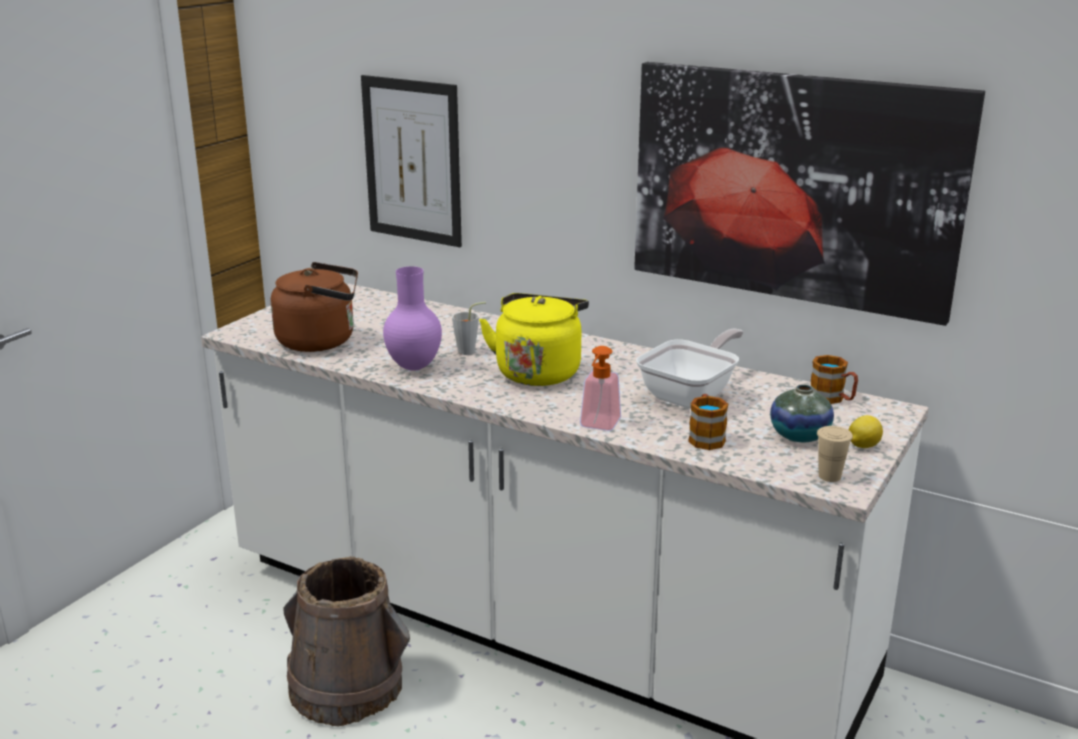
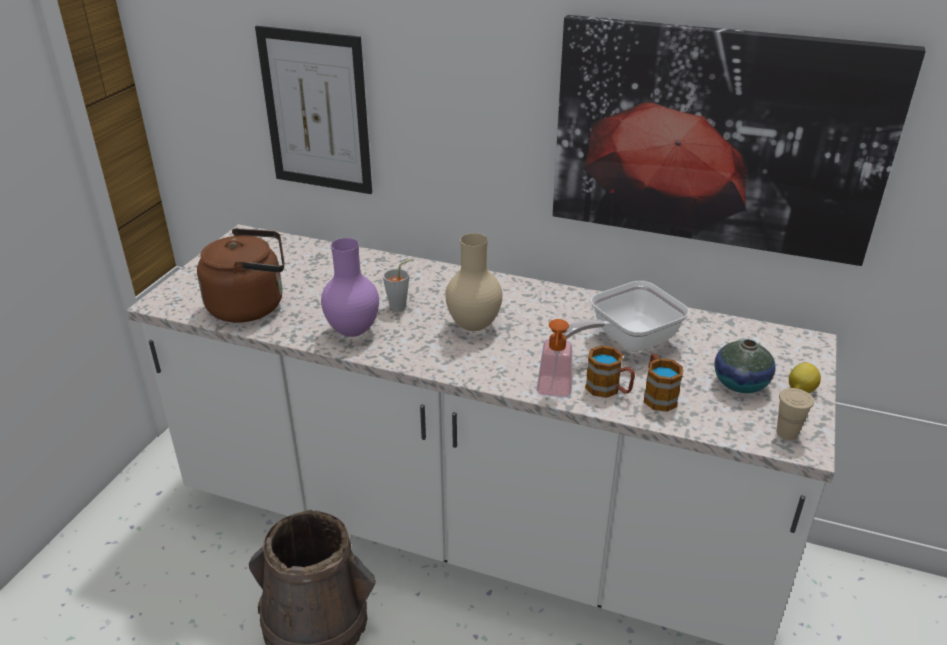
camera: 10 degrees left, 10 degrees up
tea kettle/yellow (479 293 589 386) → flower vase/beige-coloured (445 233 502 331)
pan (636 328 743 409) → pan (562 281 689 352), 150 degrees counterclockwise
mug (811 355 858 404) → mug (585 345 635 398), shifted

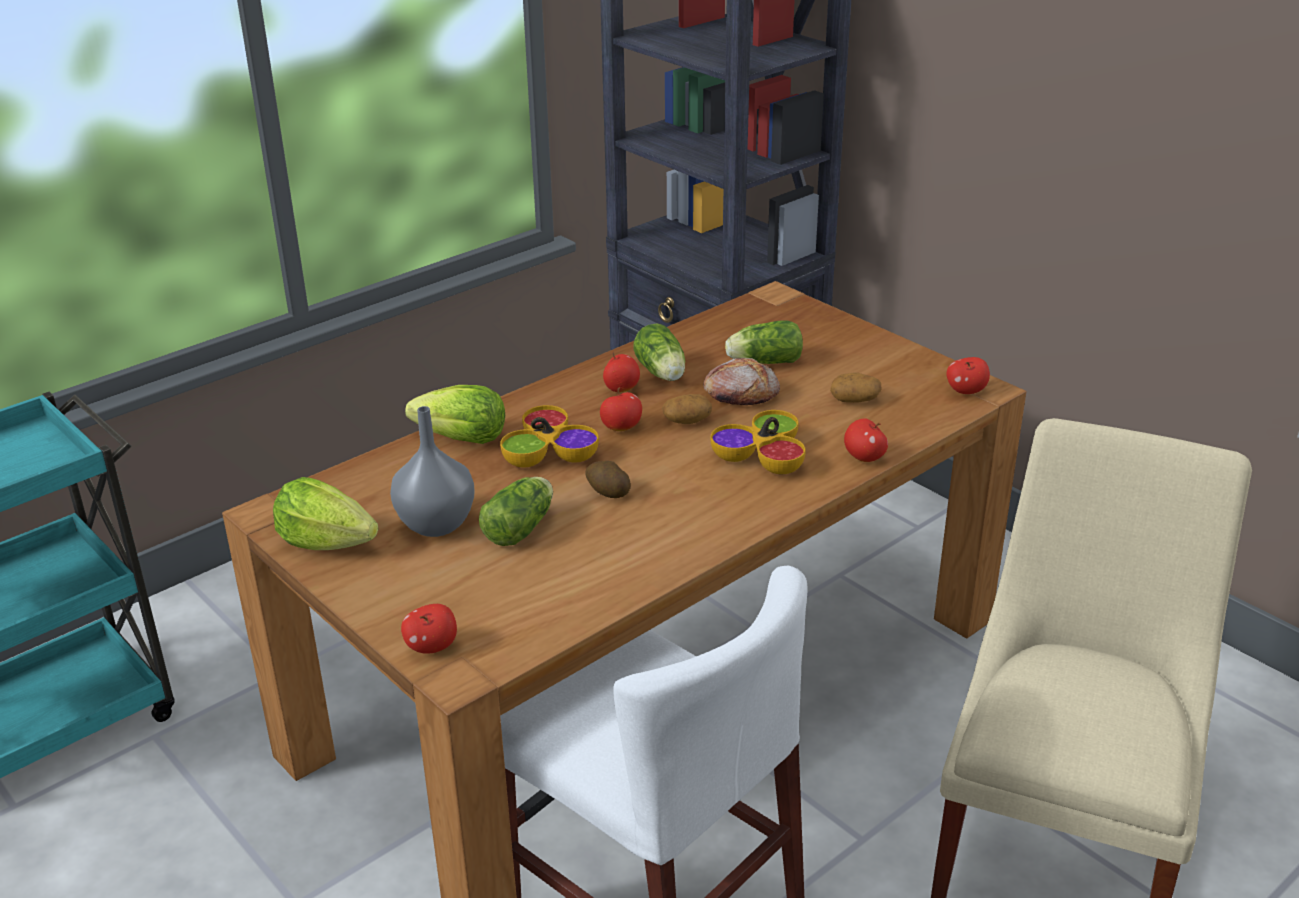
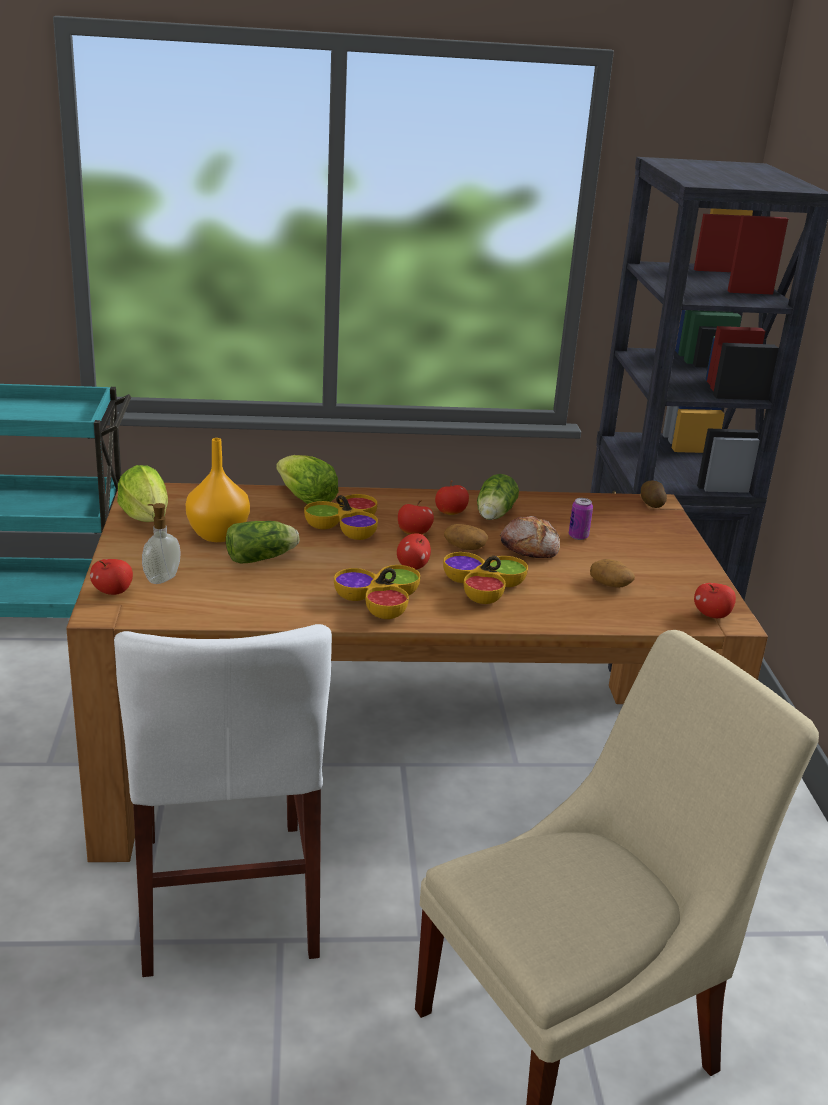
camera: 35 degrees right, 5 degrees down
- → soap bottle (142 503 181 584)
flower vase/greyish (390 406 475 537) → flower vase/orangey (186 438 250 542)
- → deep dish (334 565 420 619)
apple (844 418 888 462) → apple (397 533 431 569), shifted
head of lettuce (725 320 803 364) → metal can (569 498 593 540)
potato (585 461 631 498) → potato (641 480 667 508), shifted

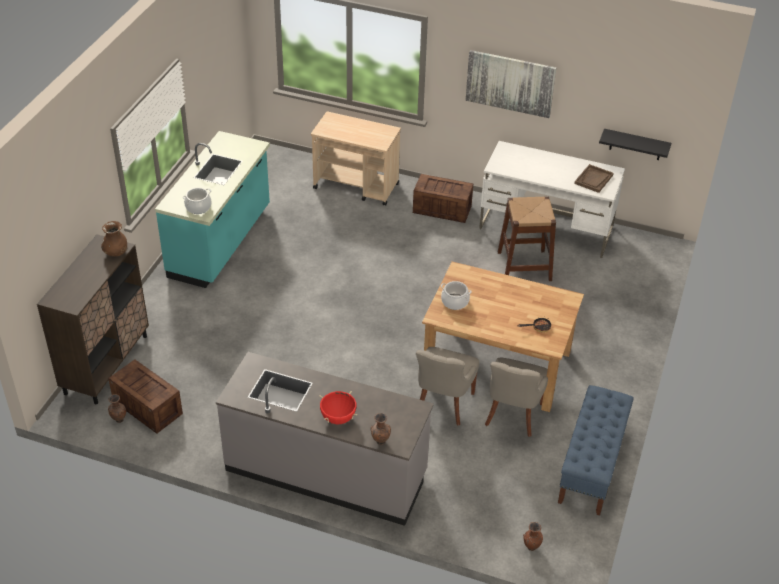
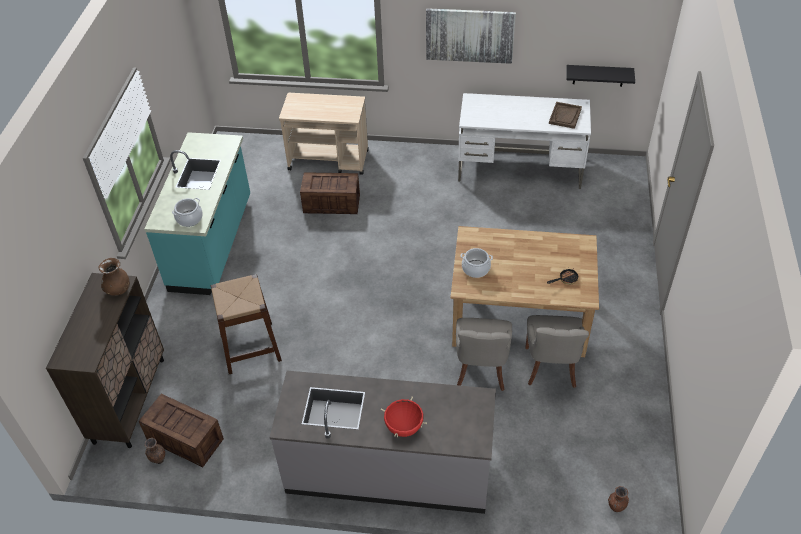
camera: 10 degrees left, 5 degrees up
stool seat/brown-coloured (498 197 556 281) → stool seat/brown-coloured (211 274 282 374), shifted
packing crate (413 174 473 223) → packing crate (300 172 360 214), shifted
flower vase/brown-coloured (371 413 391 445) → -
long seat/blue-coloured (558 385 634 515) → -

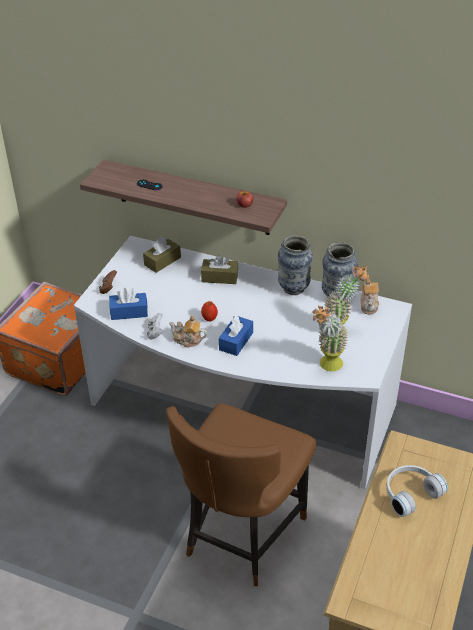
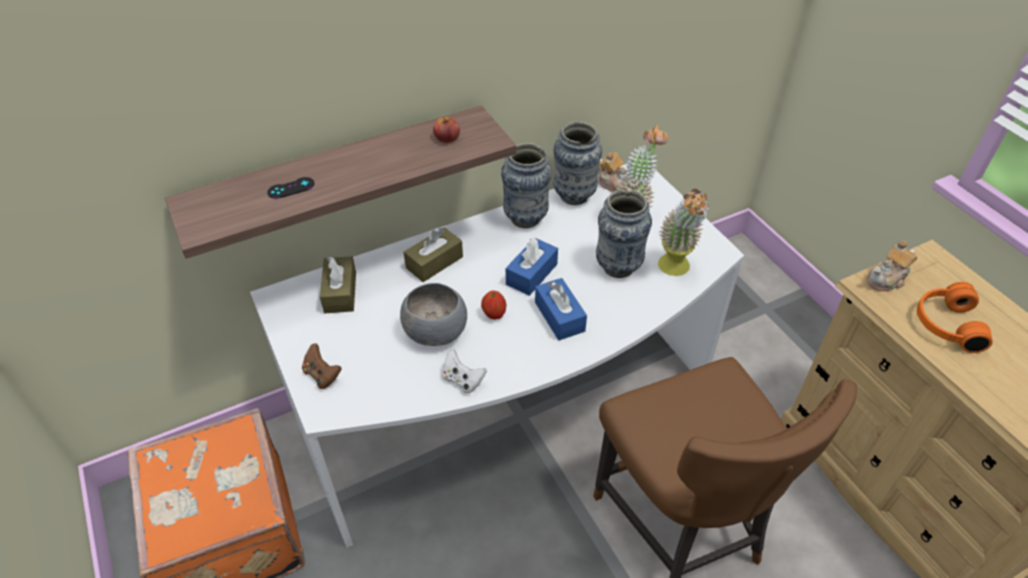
camera: 50 degrees left, 5 degrees up
- → deep dish/greyish (400 283 467 346)
tissue box/blue-coloured (109 287 148 320) → tissue box/blue-coloured (506 237 558 296), shifted
- → flower vase (596 190 652 278)
pot for tea (169 316 207 348) → pot for tea (866 240 918 291), shifted
headphones/whitish (386 465 448 517) → headphones/orangey (917 282 993 353)

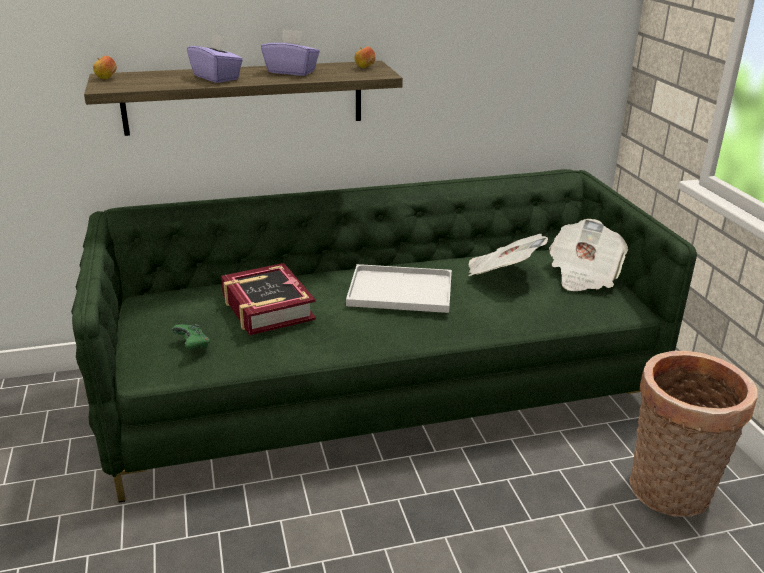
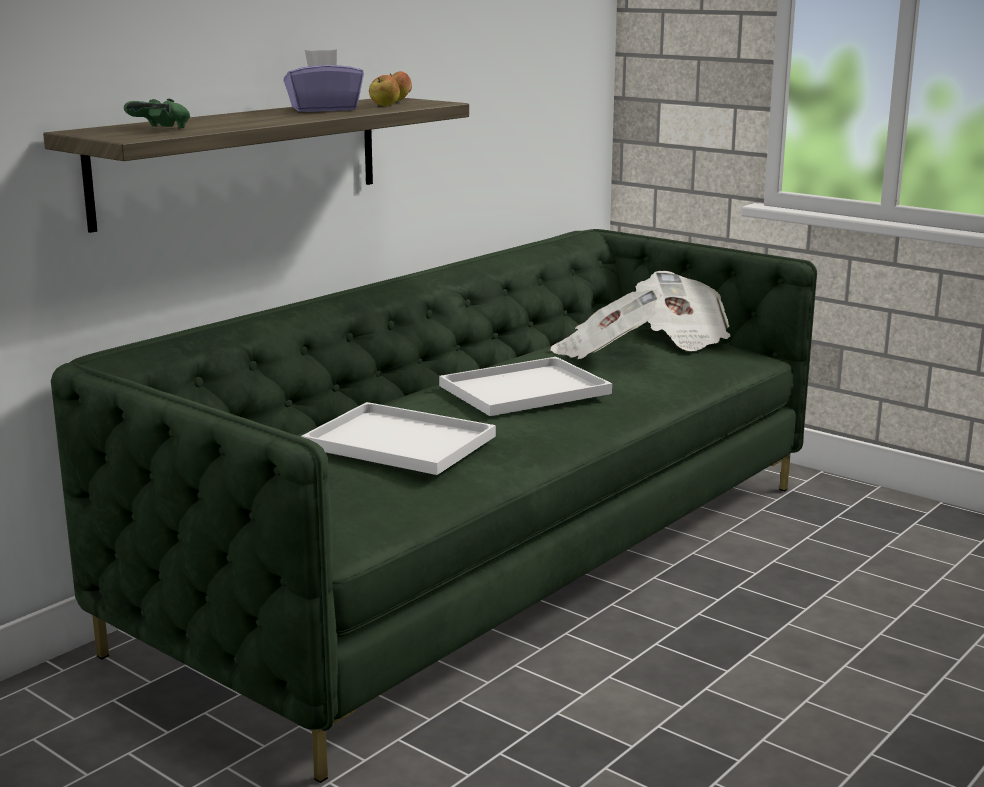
camera: 35 degrees left, 10 degrees down
gamepad/green-coloured (172 324 210 349) → gamepad/green-coloured (124 98 190 128), shifted
volume (221 263 316 335) → carrying tray/whitish (301 402 496 475)
apple (93 56 117 79) → apple (369 75 400 106), shifted
tissue box/purple-coloured (187 34 243 83) → -
basket (629 351 758 517) → -

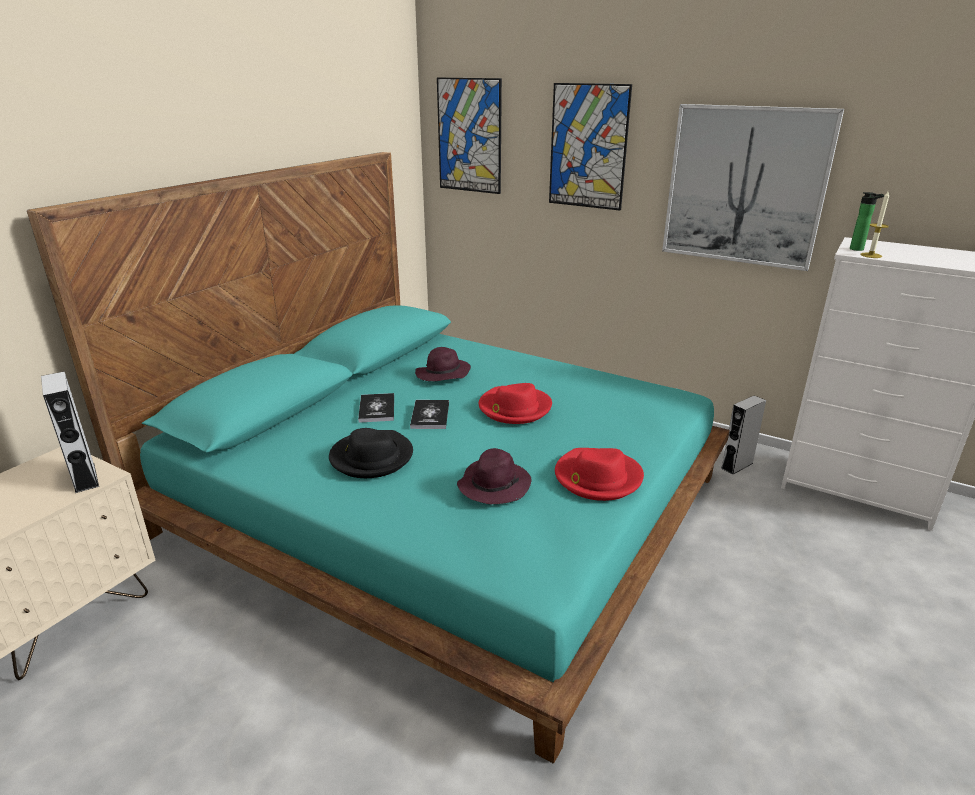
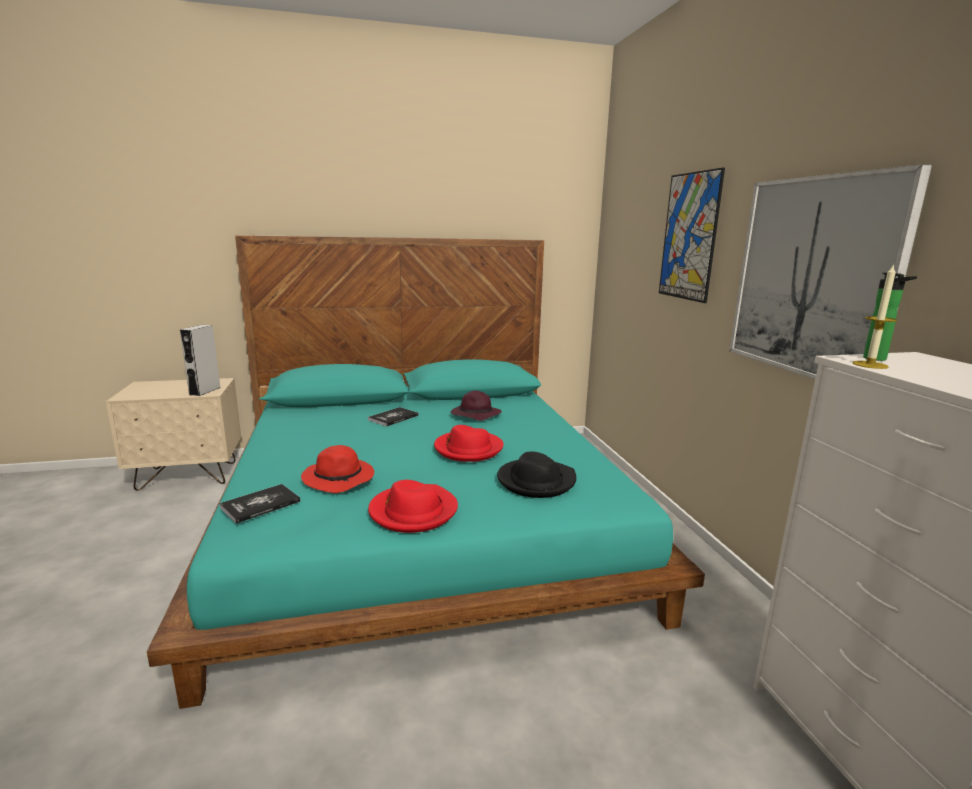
camera: 45 degrees right, 10 degrees down
volume (410 400 449 429) → volume (219 484 300 524), shifted
wearable hat/purple-coloured (457 448 531 504) → wearable hat/red (301 445 374 493)
wearable hat/black (329 428 413 478) → wearable hat/black (497 452 576 498), shifted
picture (437 77 502 194) → -
loudspeaker/greyish (721 395 766 475) → -

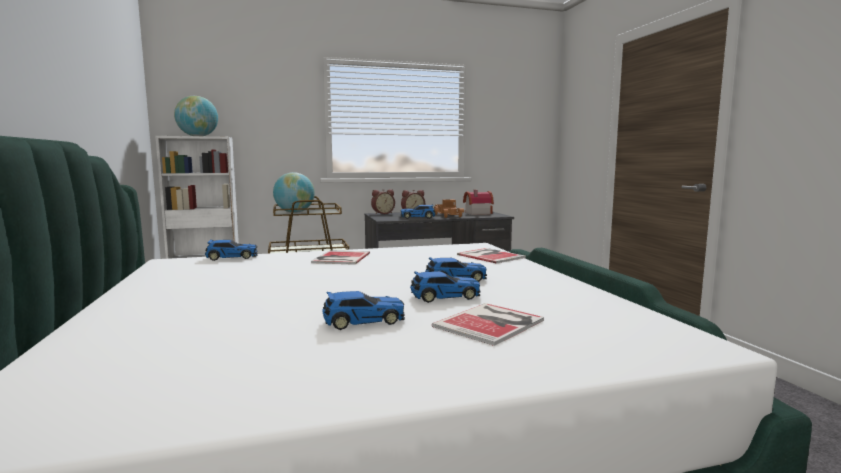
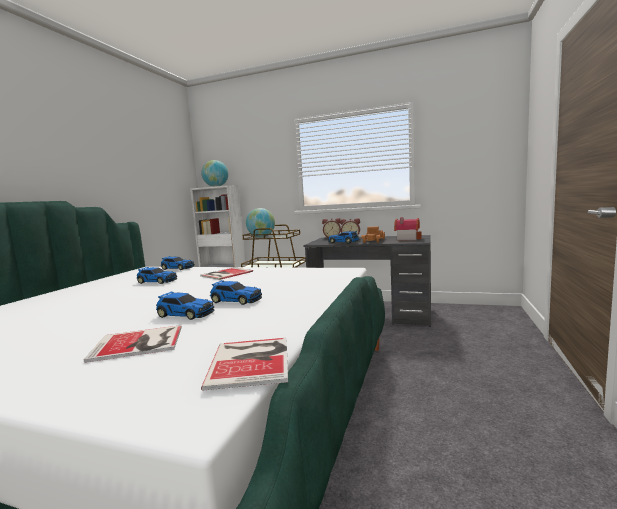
camera: 35 degrees right, 0 degrees up
miniature car (322 291 405 330) → miniature car (136 267 177 284), shifted
volume (457 248 526 264) → volume (201 338 288 390), shifted

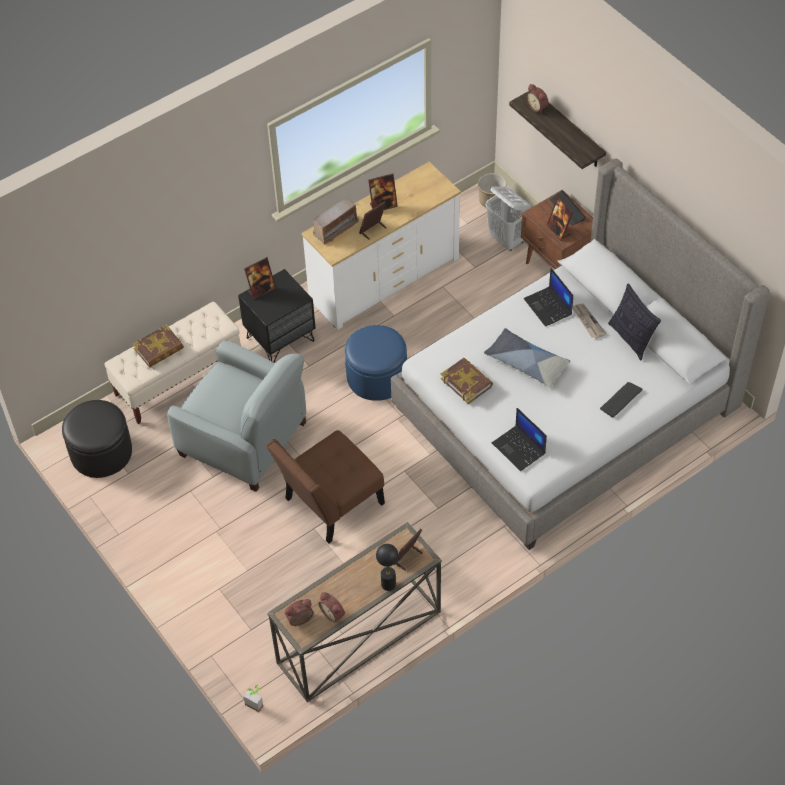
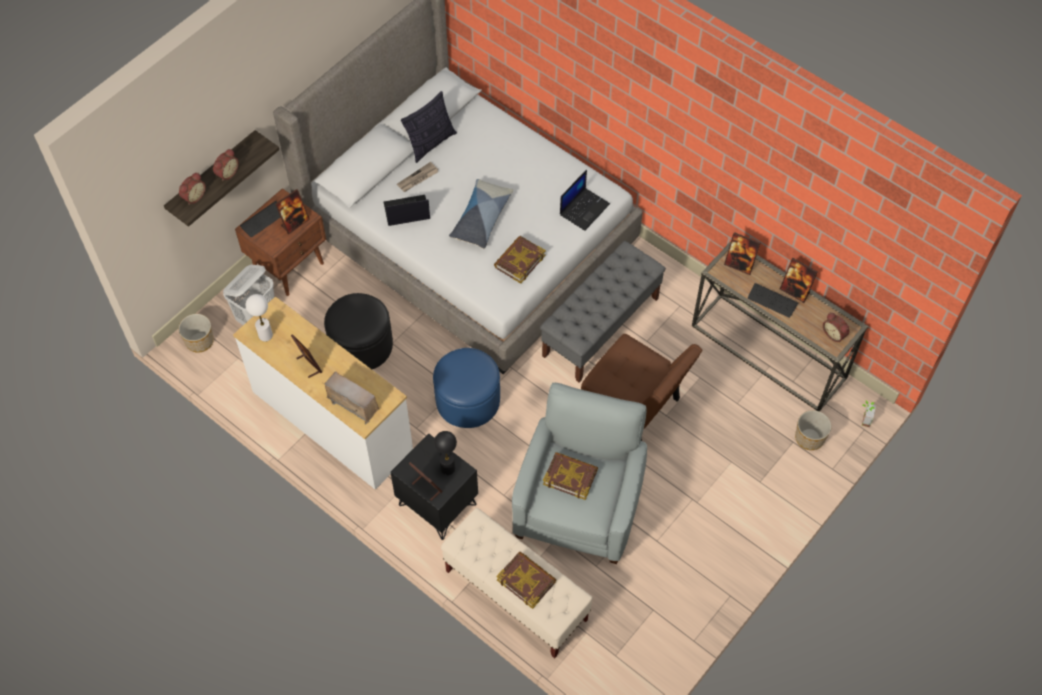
camera: 105 degrees left, 5 degrees up
table clock (318 592 345 623) → table clock (213 149 239 181), shifted
- → lamp for a table/whitish (246 294 273 342)
footrest/black (62 400 132 478) → footrest/black (324 293 393 369), shifted
laptop (524 268 573 327) → laptop (384 195 430 226), 150 degrees counterclockwise
lamp for a table/black (376 544 399 591) → lamp for a table/black (434 431 457 475), shifted
- → long seat/greyish (540 241 666 383)
- → volume (543 452 598 500)
keyboard (600 382 643 418) → keyboard (748 283 798 318), shifted
photo frame (359 201 387 240) → photo frame (780 258 818 303), shifted
- → plant pot (795 410 831 450)

